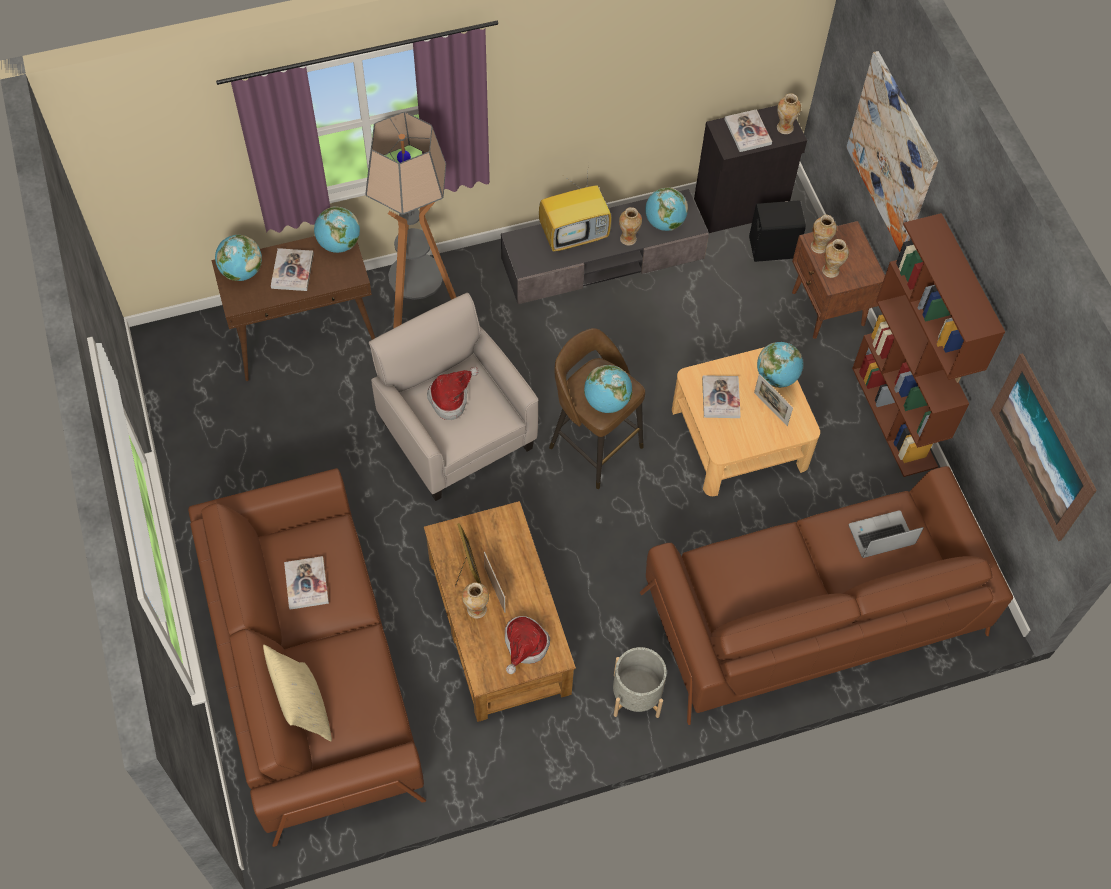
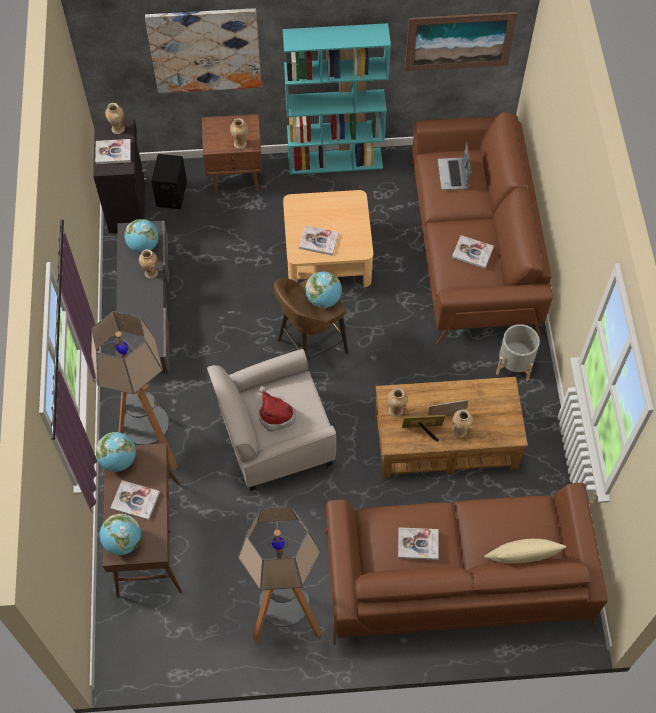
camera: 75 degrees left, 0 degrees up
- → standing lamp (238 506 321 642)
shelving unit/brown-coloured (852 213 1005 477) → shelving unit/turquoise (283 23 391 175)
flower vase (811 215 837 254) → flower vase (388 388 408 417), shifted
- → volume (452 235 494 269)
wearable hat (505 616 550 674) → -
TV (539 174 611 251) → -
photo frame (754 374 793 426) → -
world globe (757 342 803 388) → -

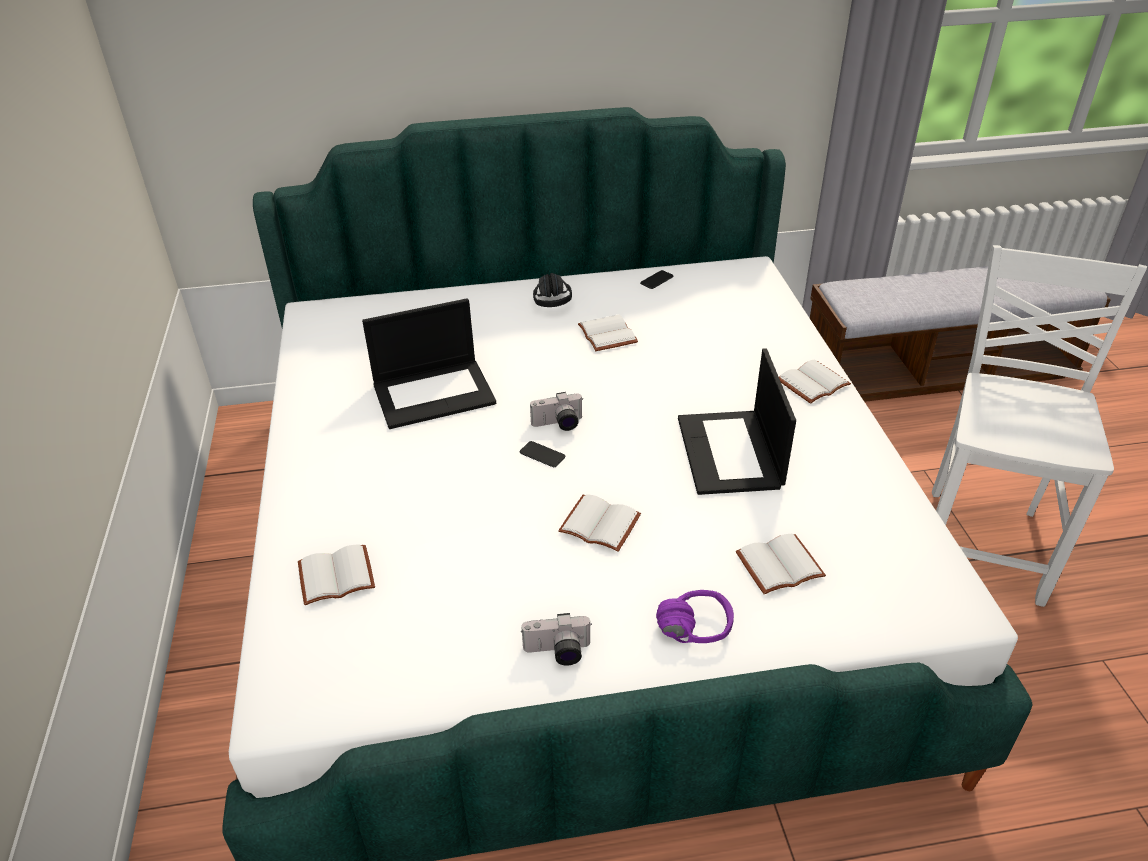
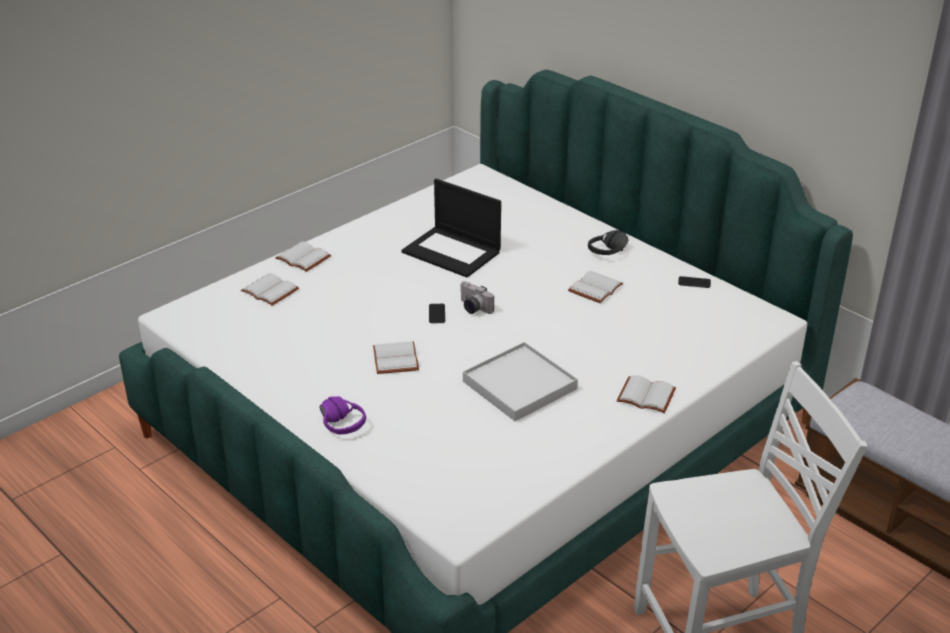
camera: 55 degrees right, 5 degrees down
volume/whitish (736 533 826 594) → volume/whitish (275 241 331 272), shifted
laptop (678 348 796 495) → carrying tray/whitish (463 342 578 421)
photo camera (521 613 592 666) → -

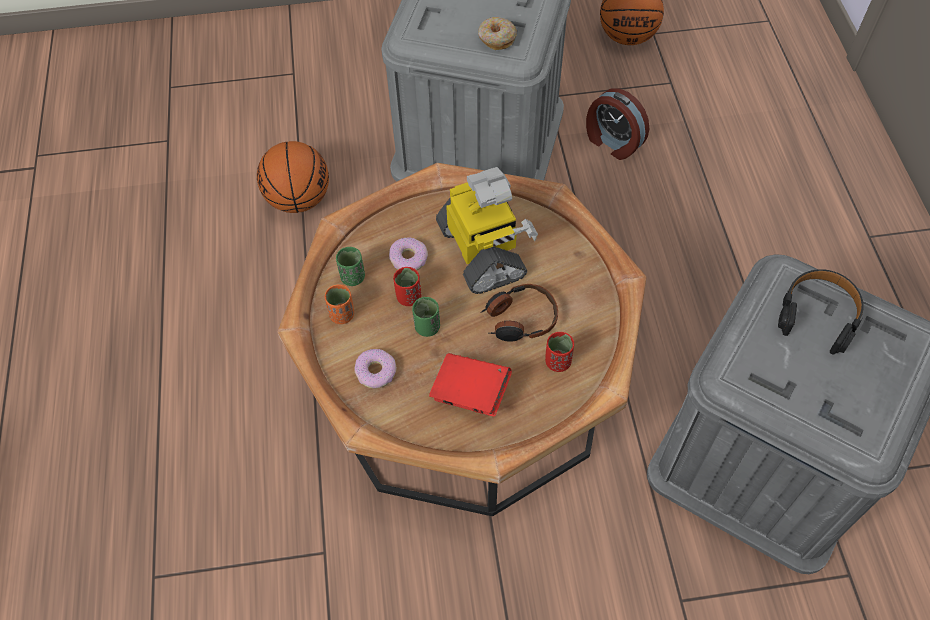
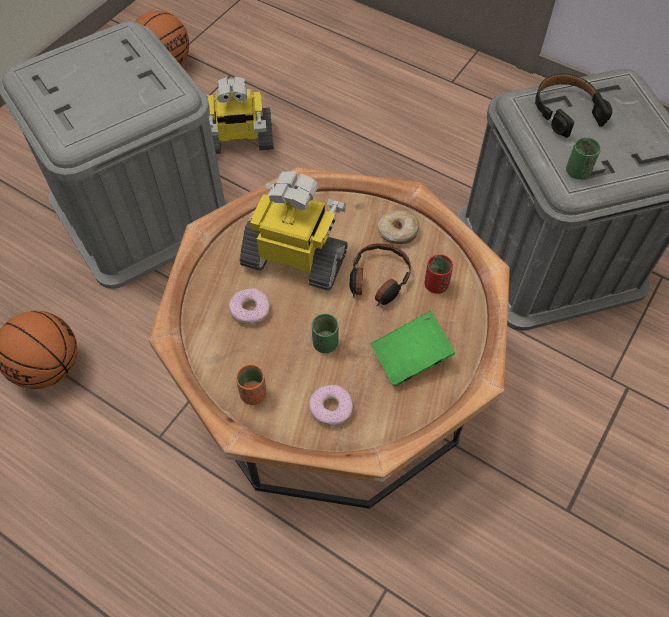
camera: 50 degrees left, 0 degrees up
table clock (586 88 649 160) → toy robot (207 76 274 154)
volume/red (429 353 512 416) → volume/green-coloured (371 311 455 386)
doughnut (478 17 517 50) → doughnut (378 210 420 244), shifted
cup/green-coloured (336 247 365 286) → cup/green-coloured (566 137 601 180), shifted
cup/red (393 267 421 306) → -

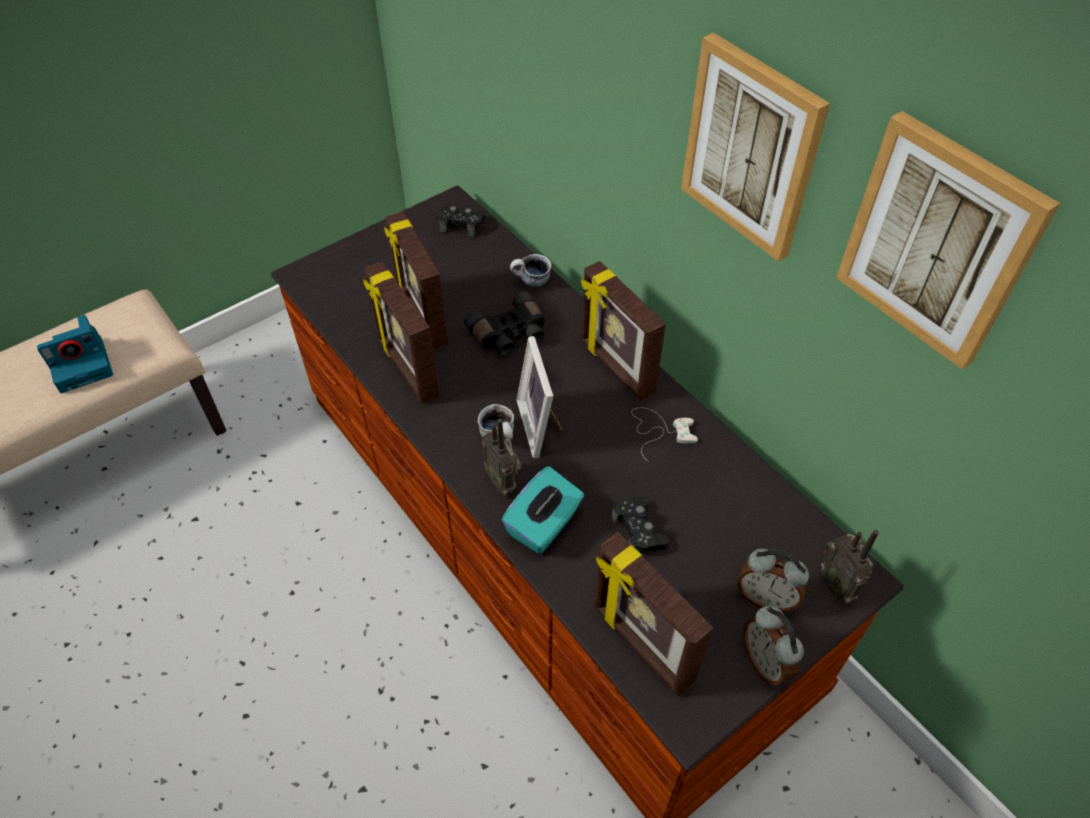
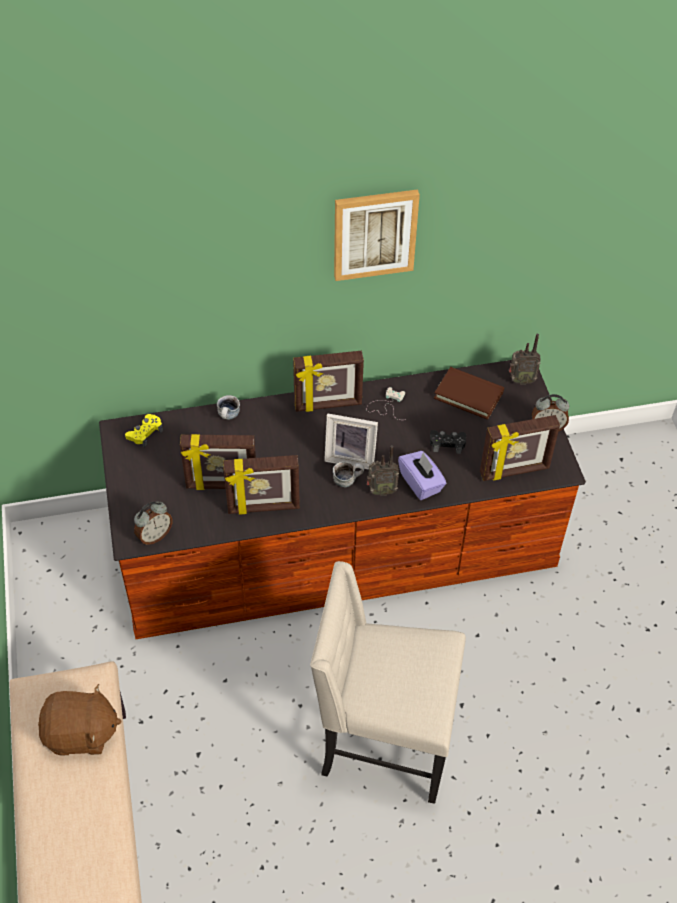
camera: 65 degrees left, 0 degrees up
photo camera (37 315 113 393) → cuddly toy/brown-coloured (38 684 122 756)
gamepad/black (437 206 486 237) → gamepad/yellow (125 414 163 447)
table clock (738 549 809 613) → table clock (134 502 173 545), shifted
- → plain chair/beige-coloured (310 561 466 804)
tissue box/turquoise (501 466 584 554) → tissue box/purple-coloured (398 451 447 500)
- → volume/brown-coloured (434 367 504 420)
binoculars/black (464 291 545 355) → -
picture (836 111 1060 370) → -

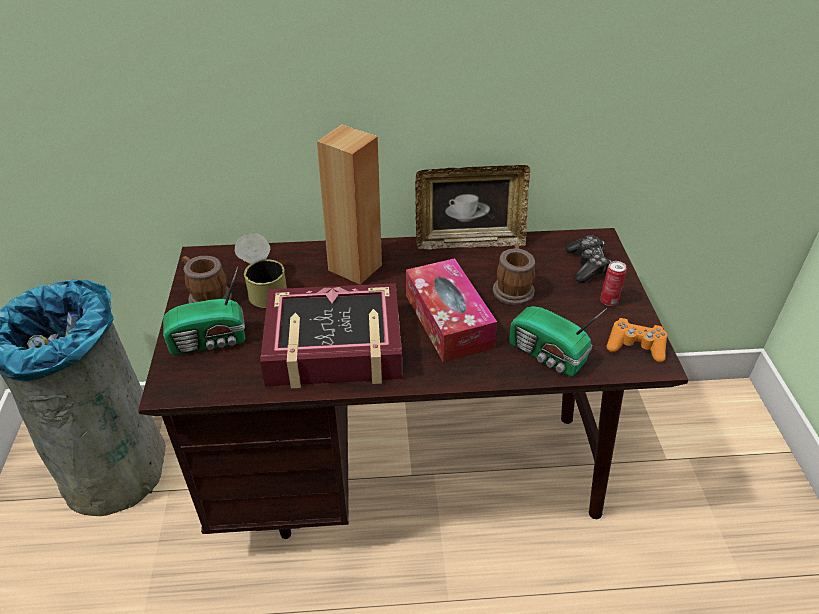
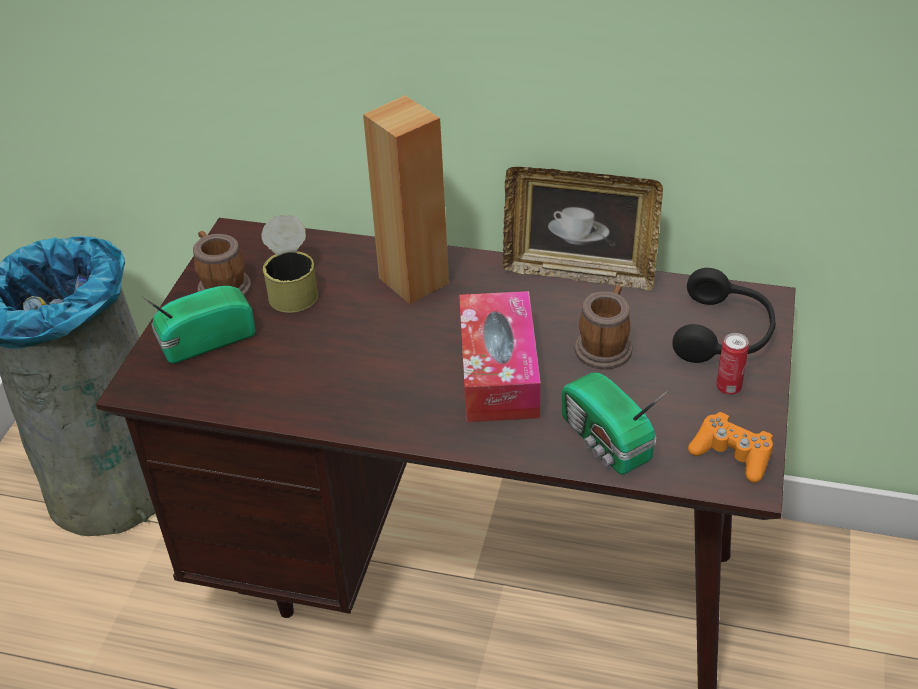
camera: 20 degrees right, 0 degrees up
radio set (163 267 245 355) → radio set (142 286 255 364), 150 degrees clockwise
gamepad (565 235 611 283) → headphones/black (672 268 776 363)
volume (260 283 402 388) → -

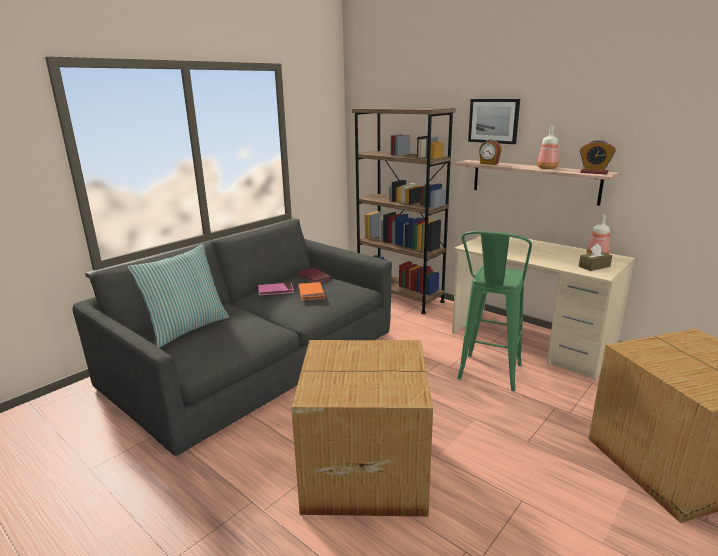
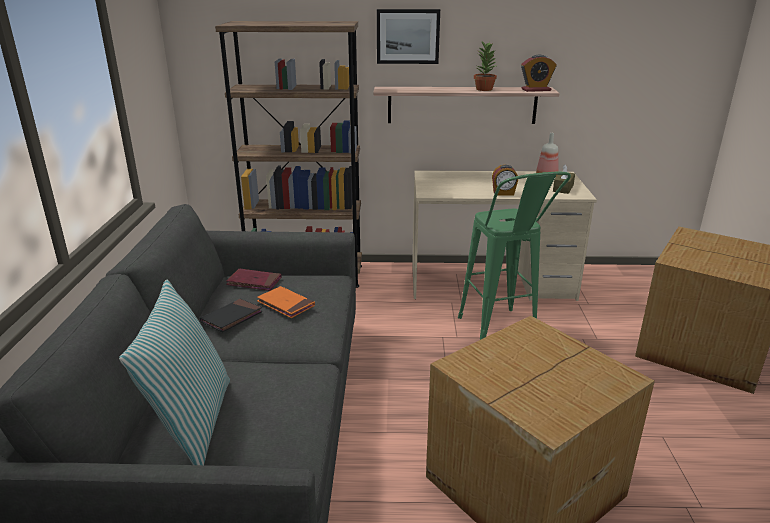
camera: 40 degrees left, 5 degrees up
volume/pinkish (258 282 294 295) → volume/black (200 299 263 332)
beverage bottle (537 126 559 169) → houseplant (474 41 497 91)
table clock (479 139 502 165) → table clock (492 165 518 196), shifted

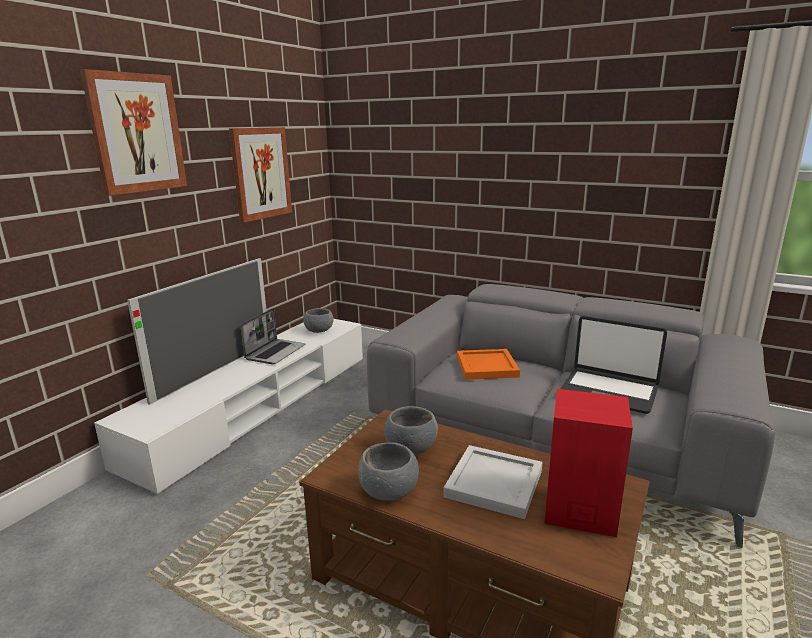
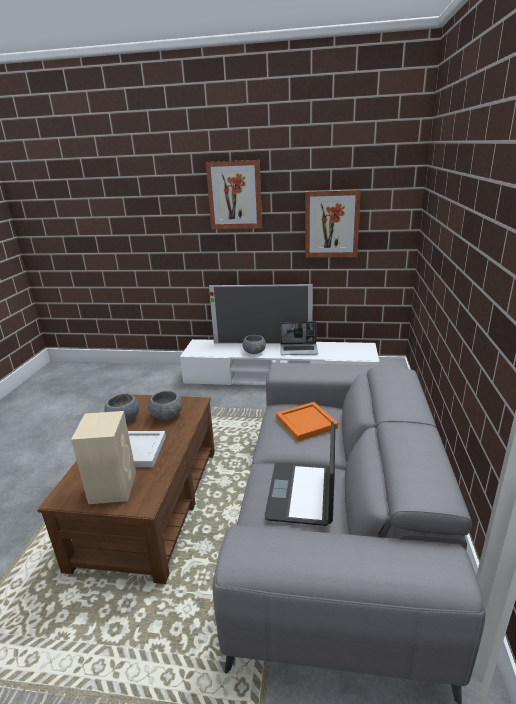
camera: 70 degrees right, 5 degrees up
loudspeaker/red (545 389 633 537) → loudspeaker/beige-coloured (71 411 136 504)
deep dish/greyish (303 308 334 333) → deep dish/greyish (242 335 266 354), shifted

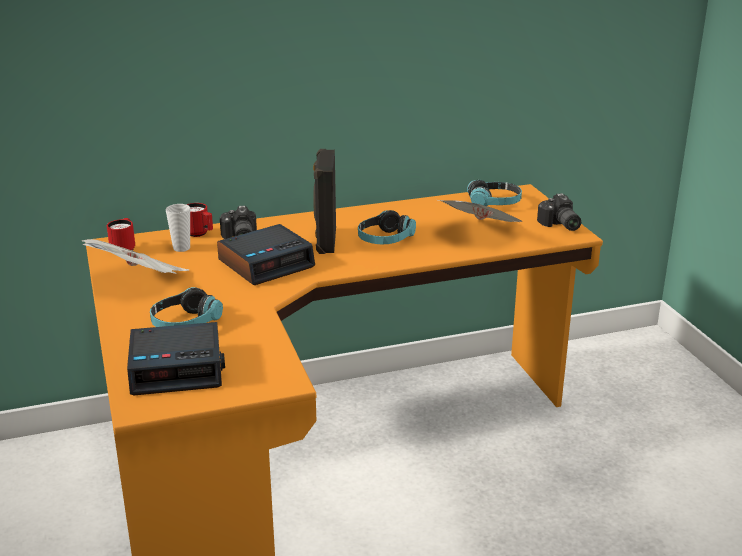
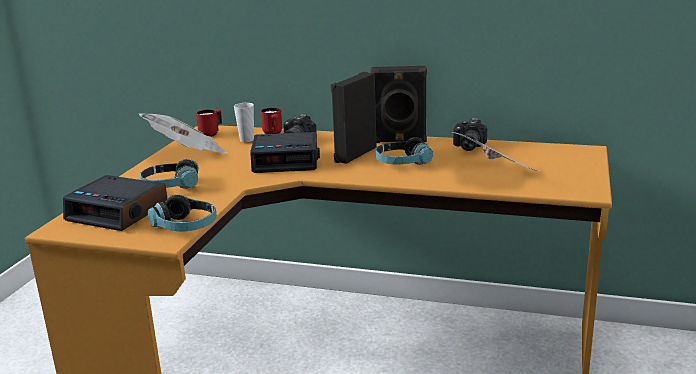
camera: 35 degrees right, 5 degrees down
headphones (467 180 522 206) → headphones (148 195 217 231), shifted
- → loudspeaker/black (371 66 427 143)
photo camera (537 193 581 231) → photo camera (453 118 487 151), shifted

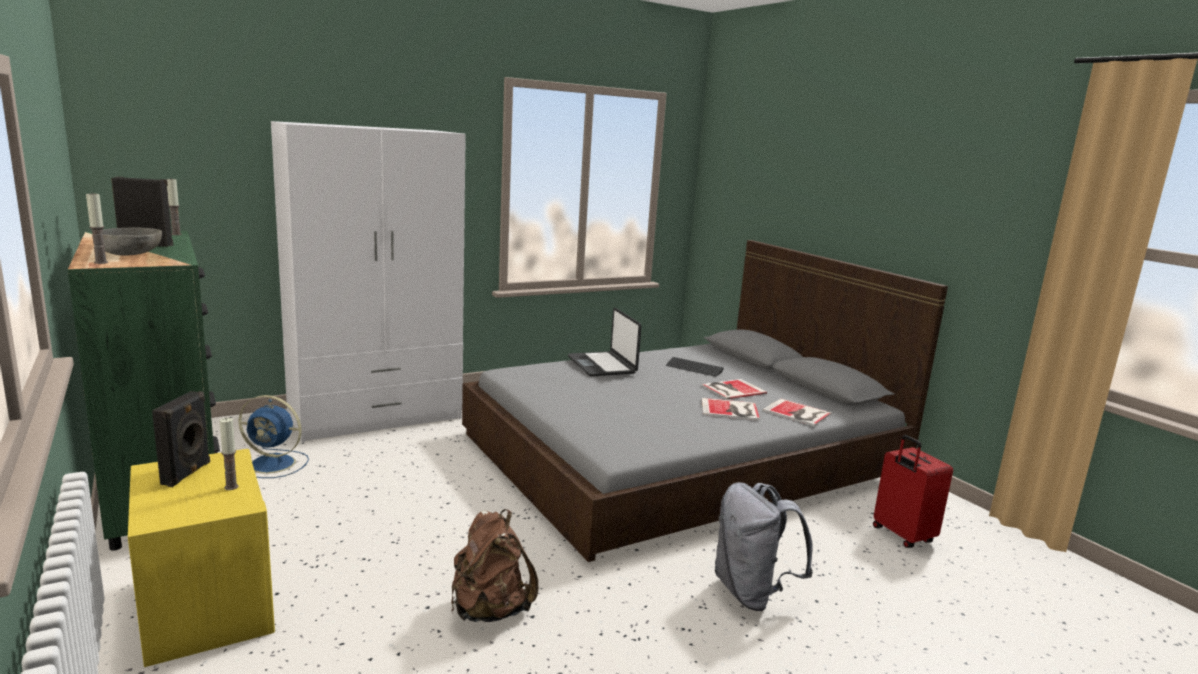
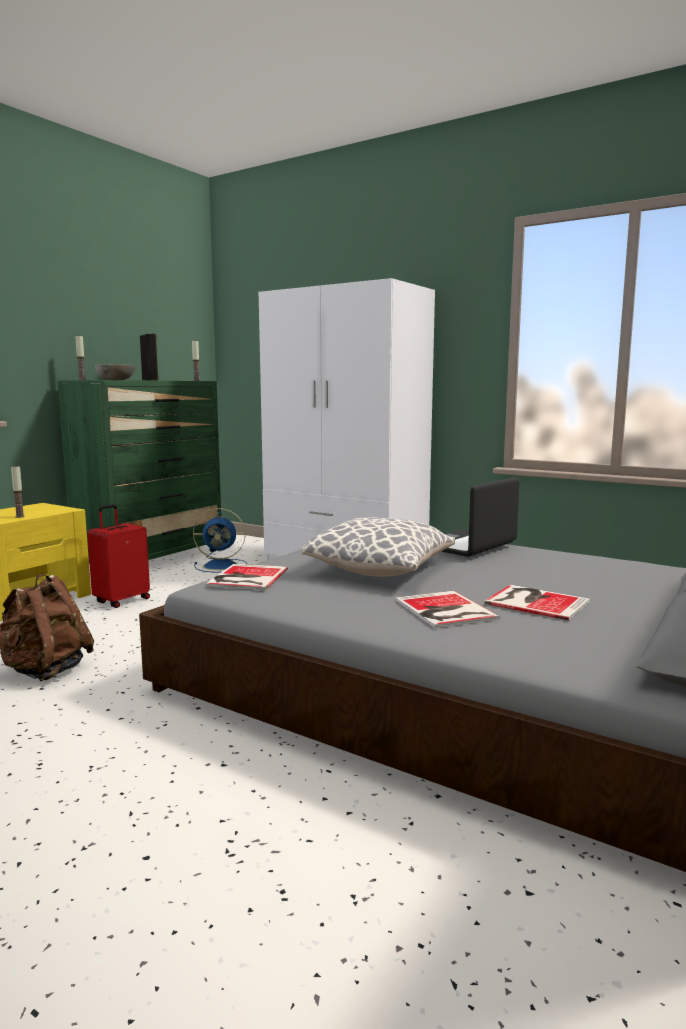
camera: 65 degrees right, 5 degrees down
travel case/red (873 435 953 548) → travel case/red (87 504 150 608), shifted
fan/blue-coloured (239 395 309 478) → fan/blue-coloured (193 508 247 572), 75 degrees counterclockwise
volume (763 399 831 426) → volume (206 564 288 590), shifted
- → throw pillow (301 517 455 577)
loudspeaker/black (152 391 210 487) → -
keyboard (666 357 724 377) → -
rucksack/greyish (715 482 813 611) → -

